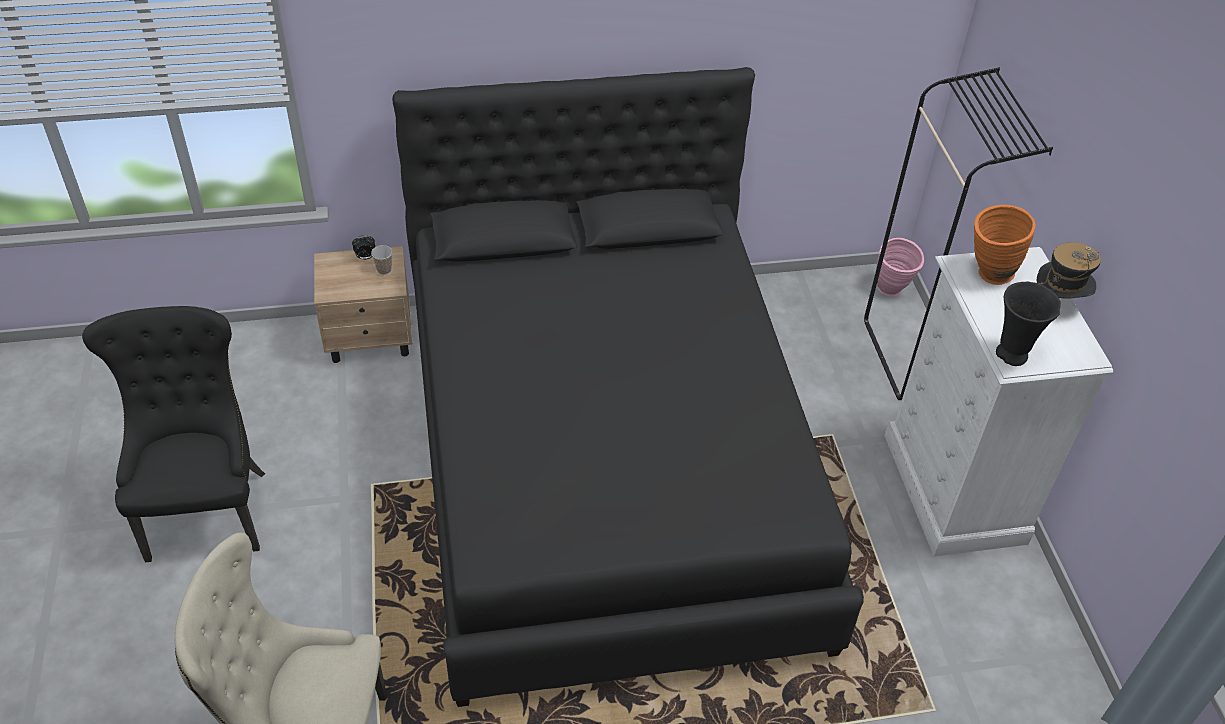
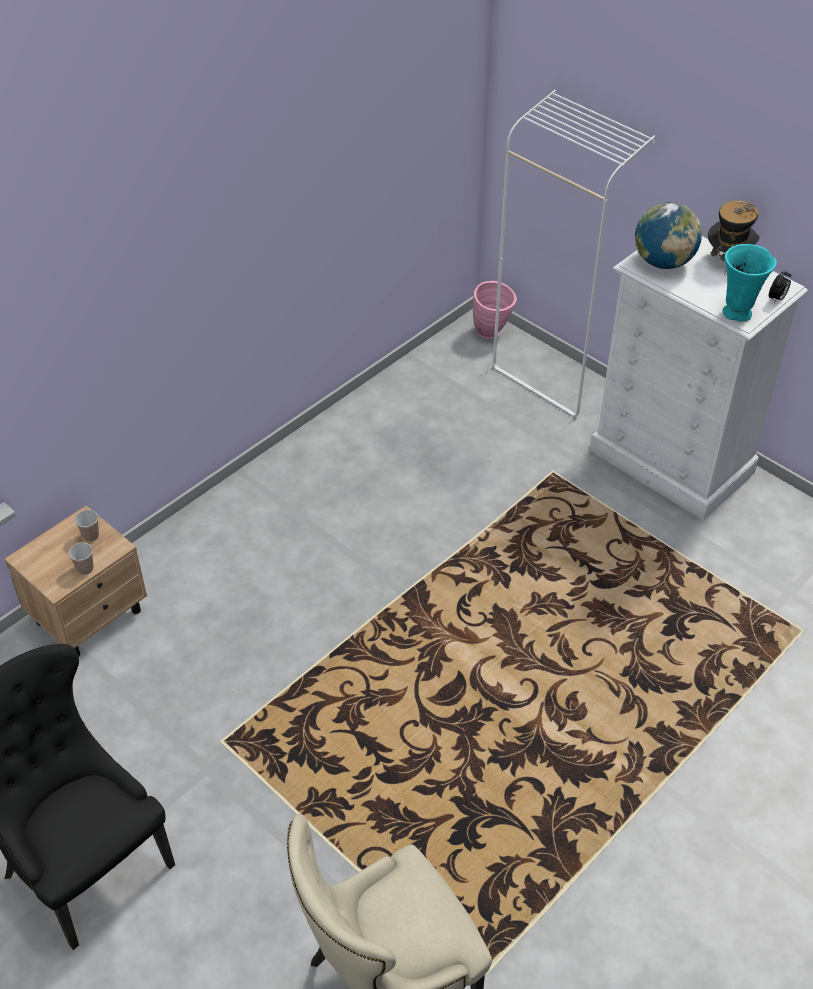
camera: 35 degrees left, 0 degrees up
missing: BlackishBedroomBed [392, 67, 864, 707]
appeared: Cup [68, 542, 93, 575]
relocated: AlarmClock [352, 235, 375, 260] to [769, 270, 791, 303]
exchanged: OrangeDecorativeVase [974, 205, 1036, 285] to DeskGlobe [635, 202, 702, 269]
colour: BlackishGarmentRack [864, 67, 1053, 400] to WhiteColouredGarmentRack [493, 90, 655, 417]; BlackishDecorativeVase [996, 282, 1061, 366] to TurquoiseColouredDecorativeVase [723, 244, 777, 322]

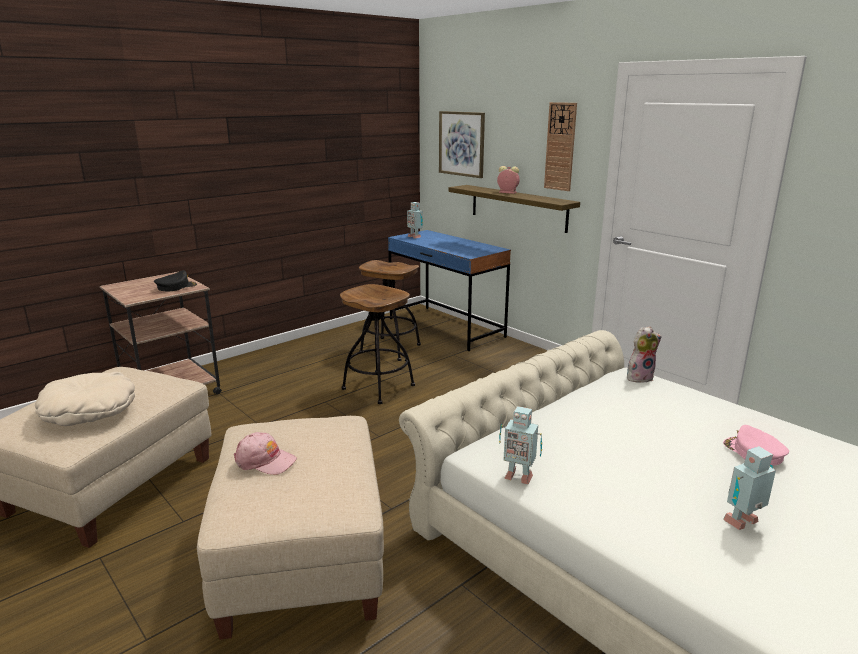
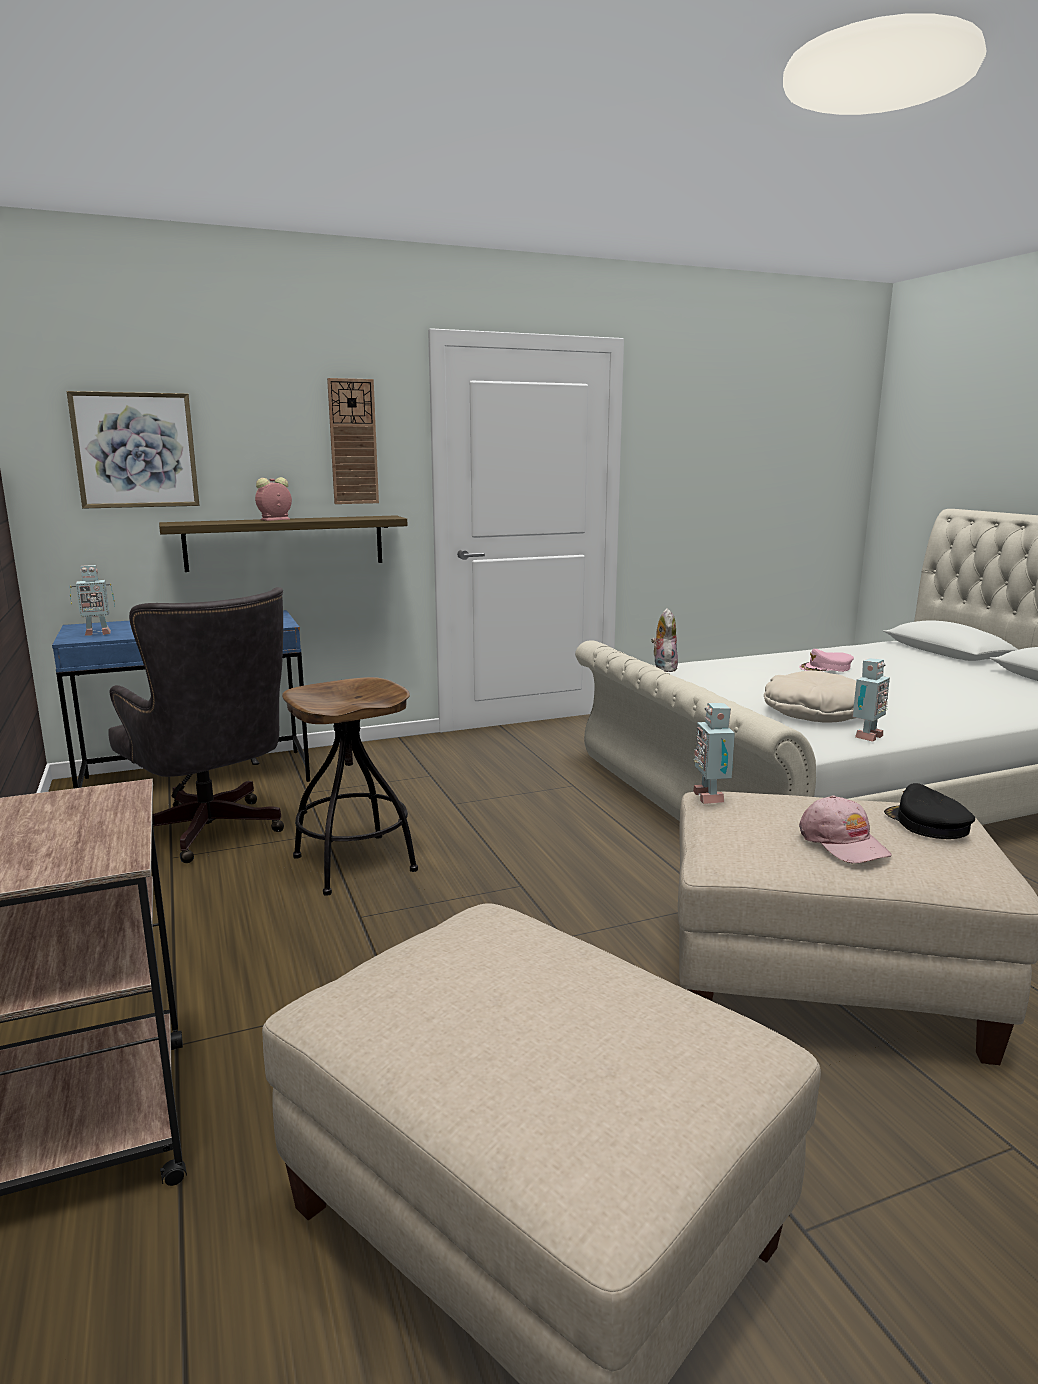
camera: 70 degrees left, 5 degrees down
relocated: SandColouredCushion [35, 372, 135, 426] to [764, 670, 856, 723]; BlackishCap [154, 270, 197, 291] to [884, 783, 975, 839]; RobotFigure [723, 446, 776, 530] to [693, 703, 735, 804]
exchanged: BrownColouredStoolSeat [359, 260, 421, 361] to GrayOfficeChair [108, 587, 284, 863]
spun: PinkColouredCap [234, 432, 297, 475] = [799, 795, 892, 864] 120 degrees clockwise

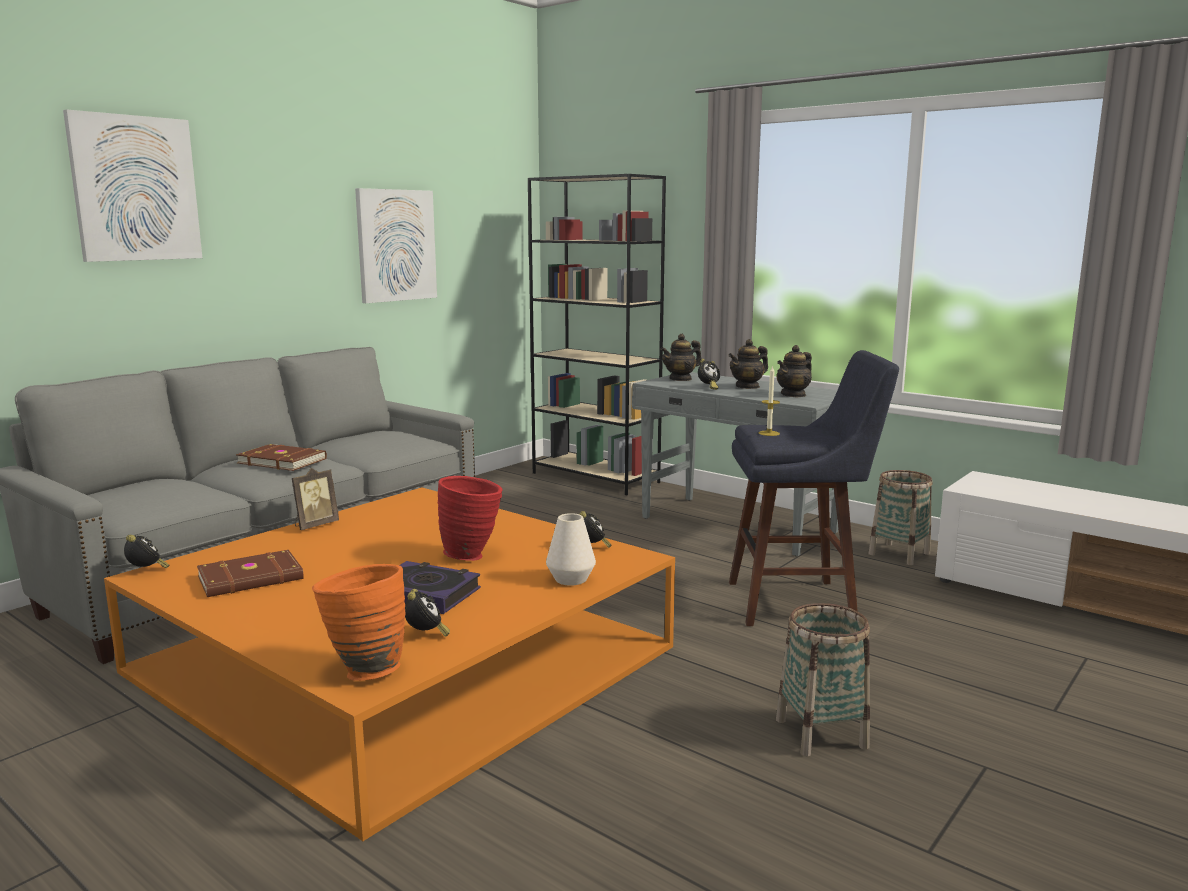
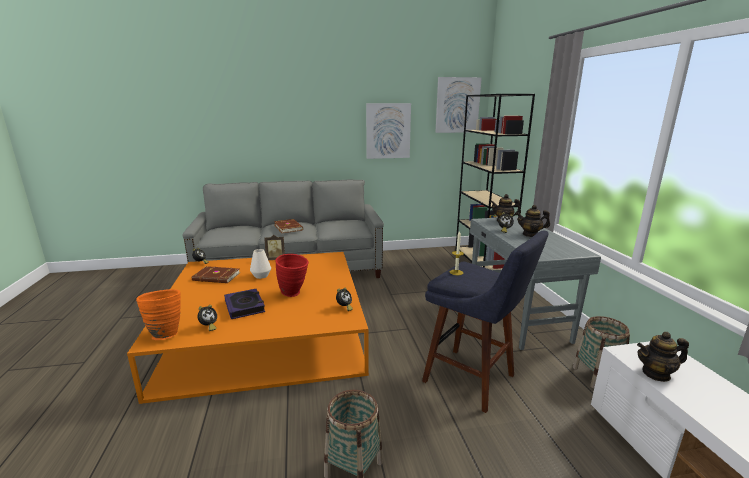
camera: 40 degrees right, 5 degrees up
relocated: WallArt [63, 109, 202, 262] to [435, 77, 482, 133]; WhiteColouredDecorativeVase [546, 513, 596, 586] to [250, 249, 271, 279]; Teapot [776, 345, 812, 397] to [637, 332, 689, 382]

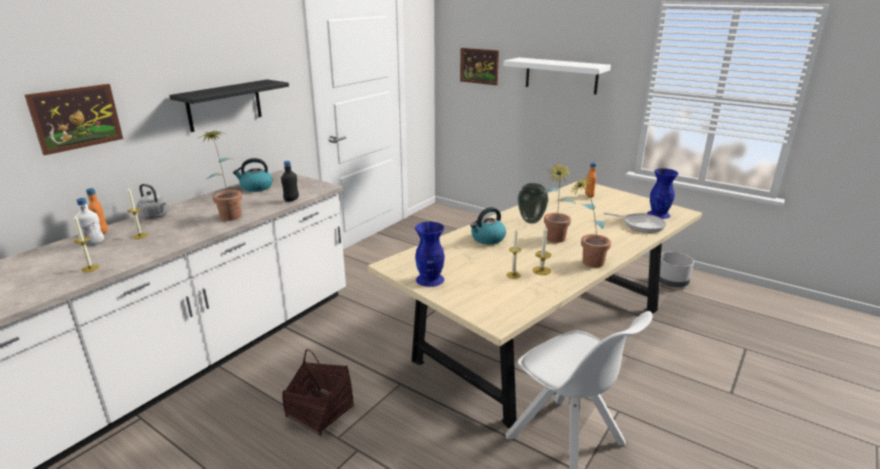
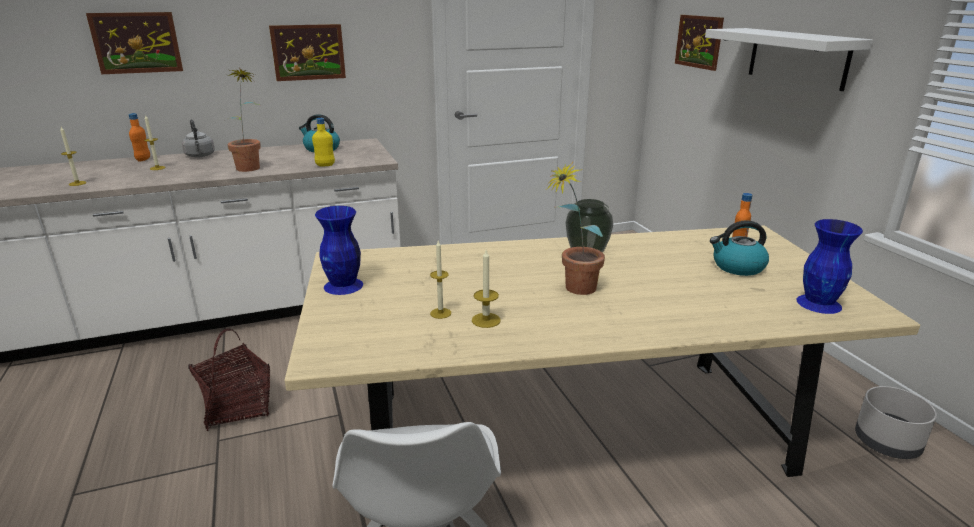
camera: 35 degrees right, 0 degrees up
missing: WhiteColouredBottle [76, 198, 104, 246]; Houseplant [570, 177, 611, 267]; Pan [603, 212, 666, 233]
relocated: TeaKettle [471, 207, 506, 244] to [710, 220, 769, 276]
exchanged: BlackishBracketShelf [169, 80, 289, 132] to WallArt [269, 24, 346, 81]
colour: BlackishBottle [281, 161, 299, 202] to YellowColouredBottle [312, 118, 335, 166]

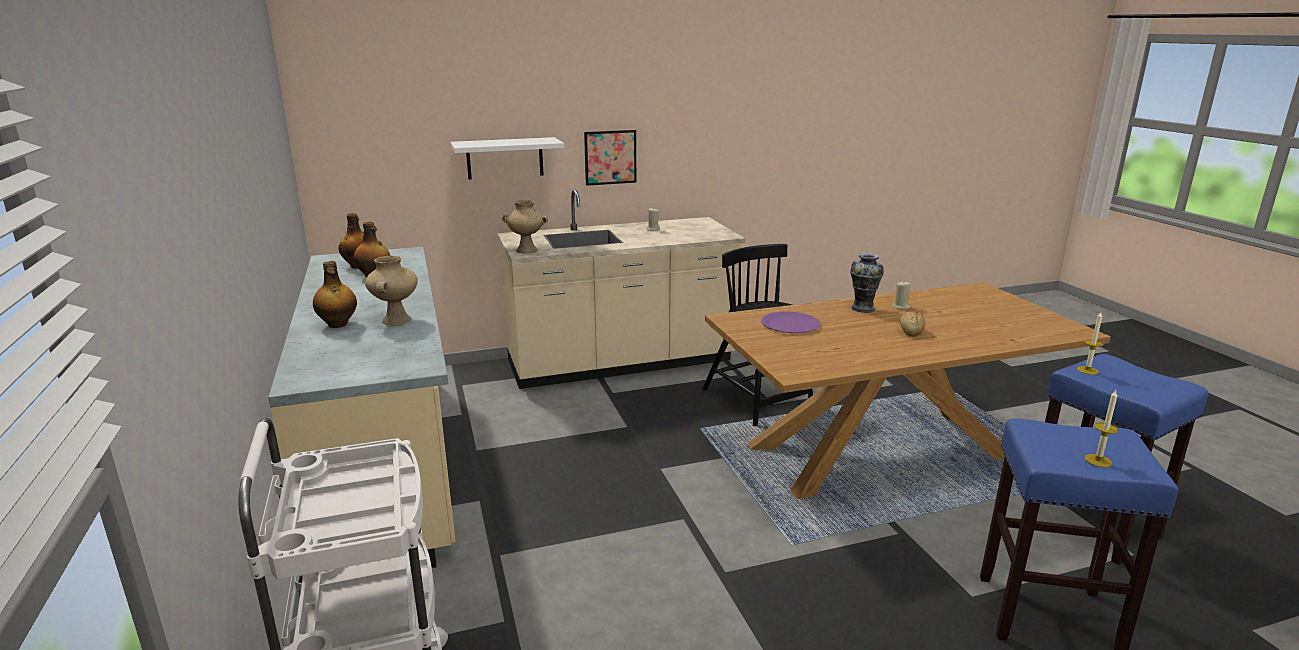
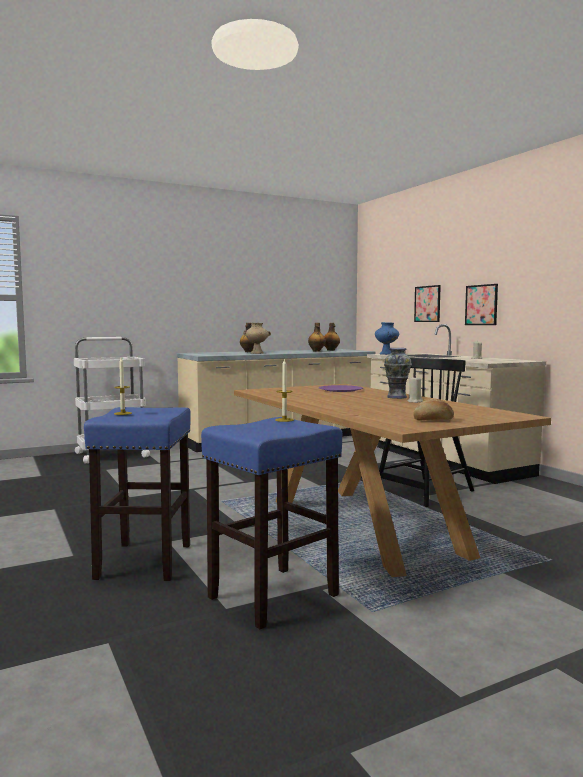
camera: 80 degrees right, 15 degrees down
relocated: BakedBread [900, 311, 925, 337] to [413, 399, 454, 420]
exchanged: WhiteColouredBracketShelf [451, 137, 564, 180] to WallArt [414, 285, 441, 322]
colour: SandColouredDecorativeVase [502, 200, 548, 254] to BlueColouredDecorativeVase [375, 322, 399, 355]

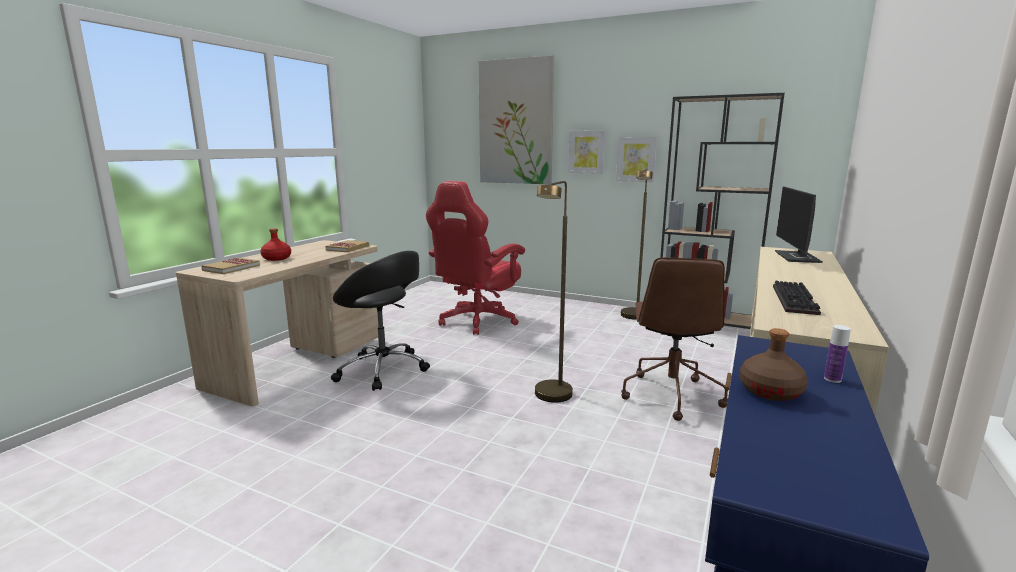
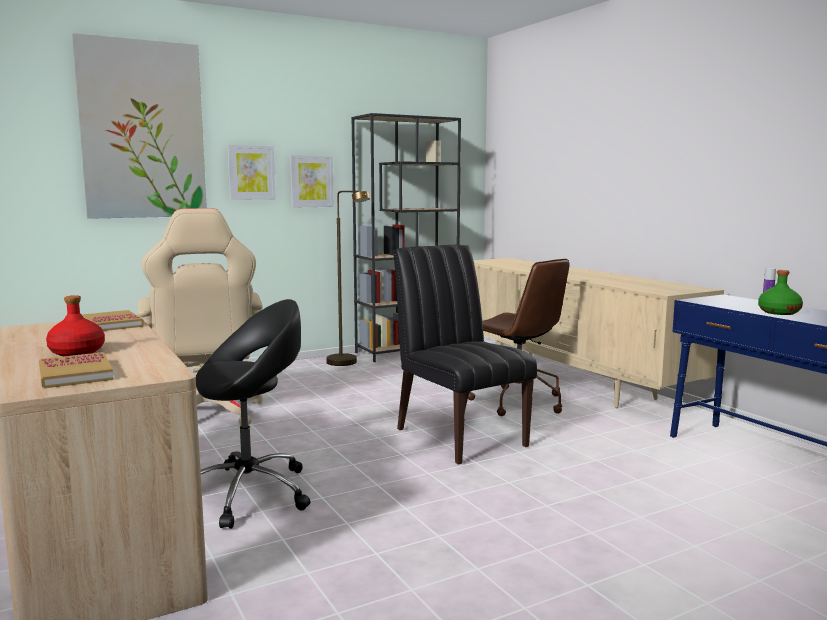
camera: 55 degrees left, 5 degrees down
missing: Keyboard [773, 281, 821, 315]; ComputerScreen [775, 186, 823, 263]
exchanged: BrownColouredFloorLamp [535, 181, 573, 403] to BlackishPlainChair [393, 245, 537, 465]
colour: RedColouredOfficeChair [426, 181, 525, 335] to SandColouredOfficeChair [137, 208, 263, 426]; BrownColouredBottle [740, 328, 808, 401] to GreenColouredBottle [758, 270, 803, 315]

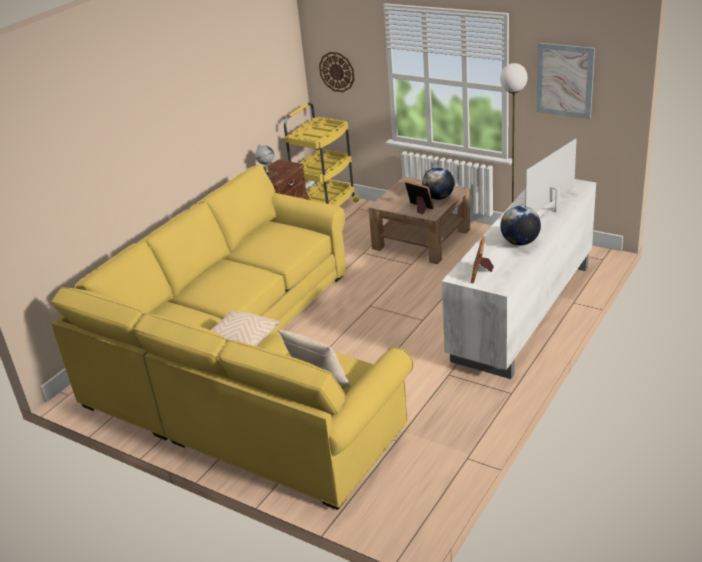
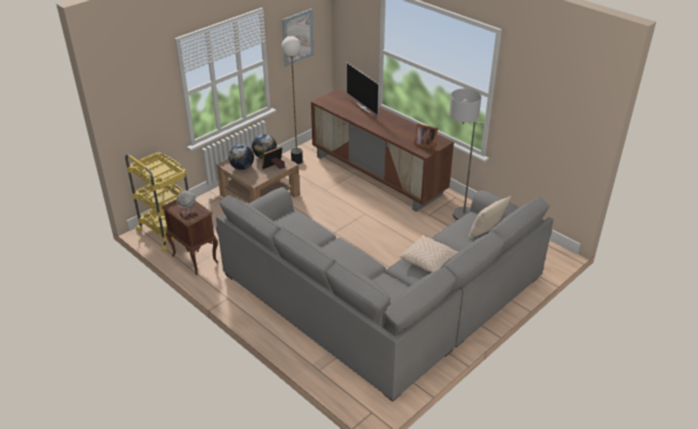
camera: 80 degrees left, 5 degrees up
missing: WallClock [319, 52, 355, 92]
appeared: GrayFloorLamp [449, 89, 486, 220]
relocated: DeskGlobe [500, 206, 541, 245] to [228, 144, 254, 170]
colour: YellowColouredCouch [51, 164, 413, 510] to GrayCouch [216, 187, 554, 402]; WhiteColouredTvStand [442, 179, 596, 379] to BrownColouredTvStand [311, 88, 454, 212]

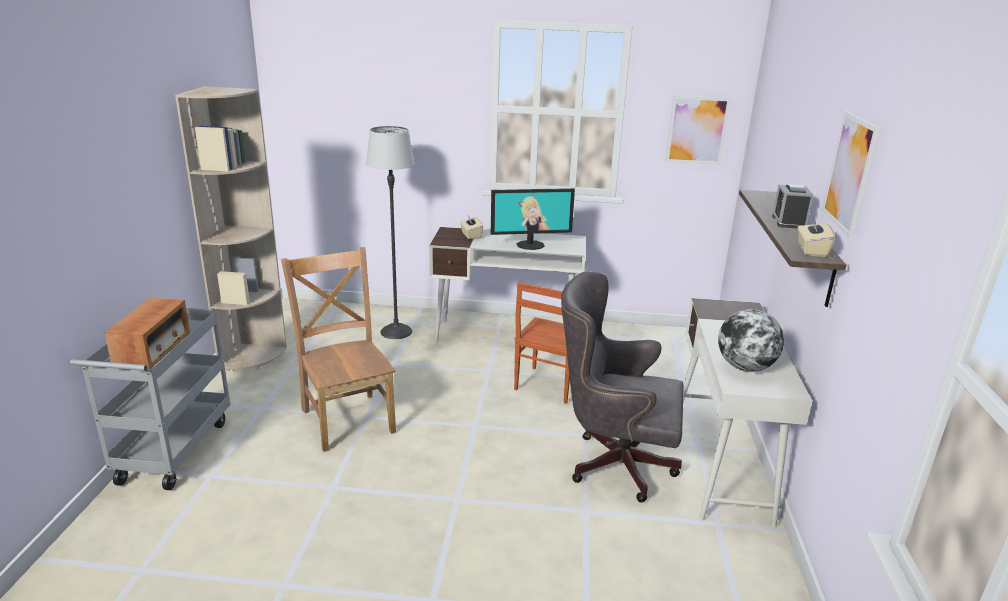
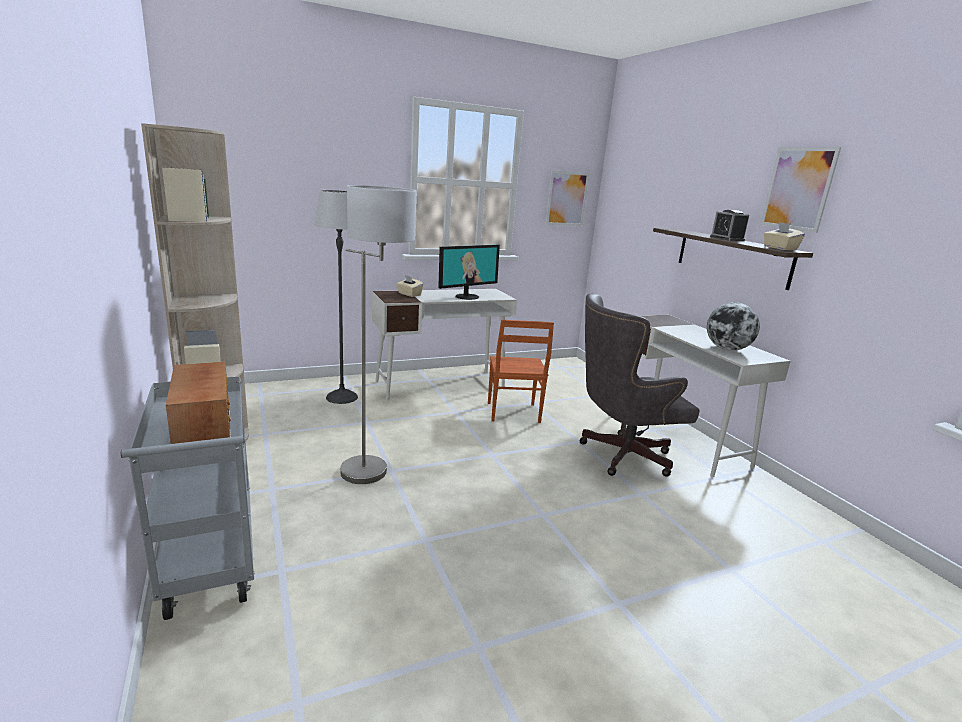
camera: 30 degrees left, 5 degrees down
exchanged: BrownColouredPlainChair [281, 247, 396, 452] to GrayFloorLamp [340, 185, 416, 484]

